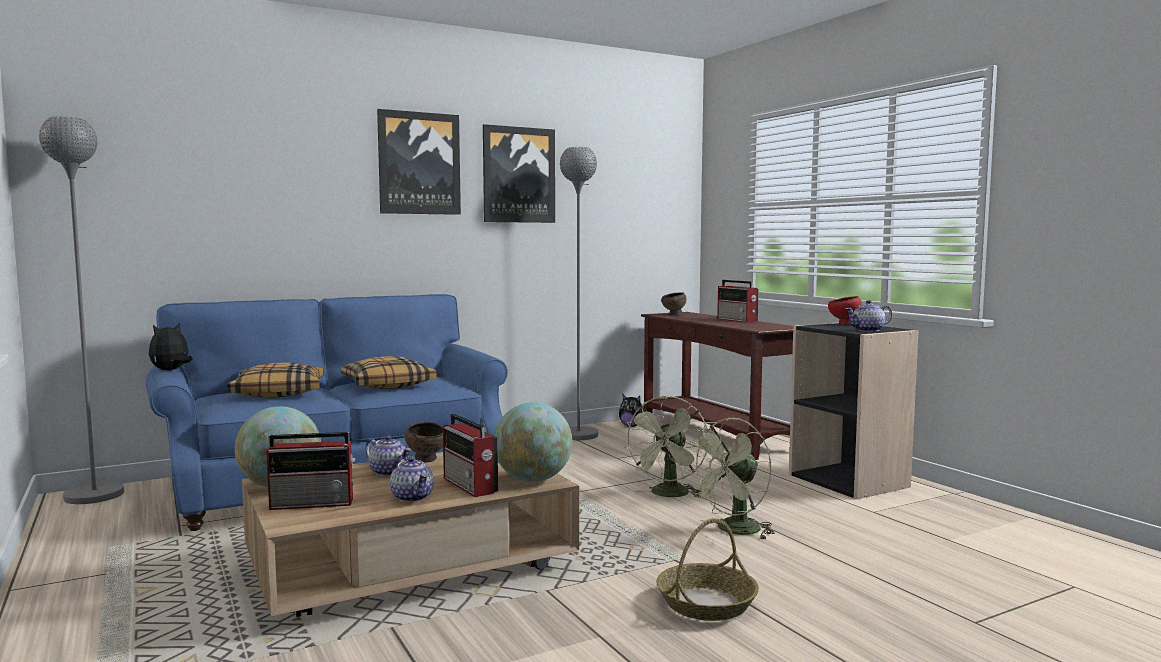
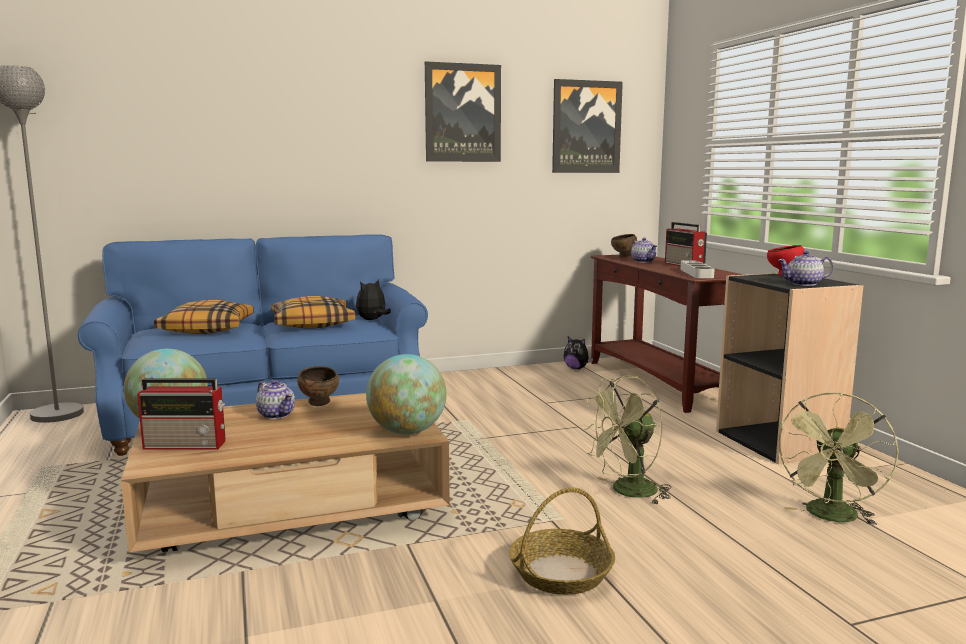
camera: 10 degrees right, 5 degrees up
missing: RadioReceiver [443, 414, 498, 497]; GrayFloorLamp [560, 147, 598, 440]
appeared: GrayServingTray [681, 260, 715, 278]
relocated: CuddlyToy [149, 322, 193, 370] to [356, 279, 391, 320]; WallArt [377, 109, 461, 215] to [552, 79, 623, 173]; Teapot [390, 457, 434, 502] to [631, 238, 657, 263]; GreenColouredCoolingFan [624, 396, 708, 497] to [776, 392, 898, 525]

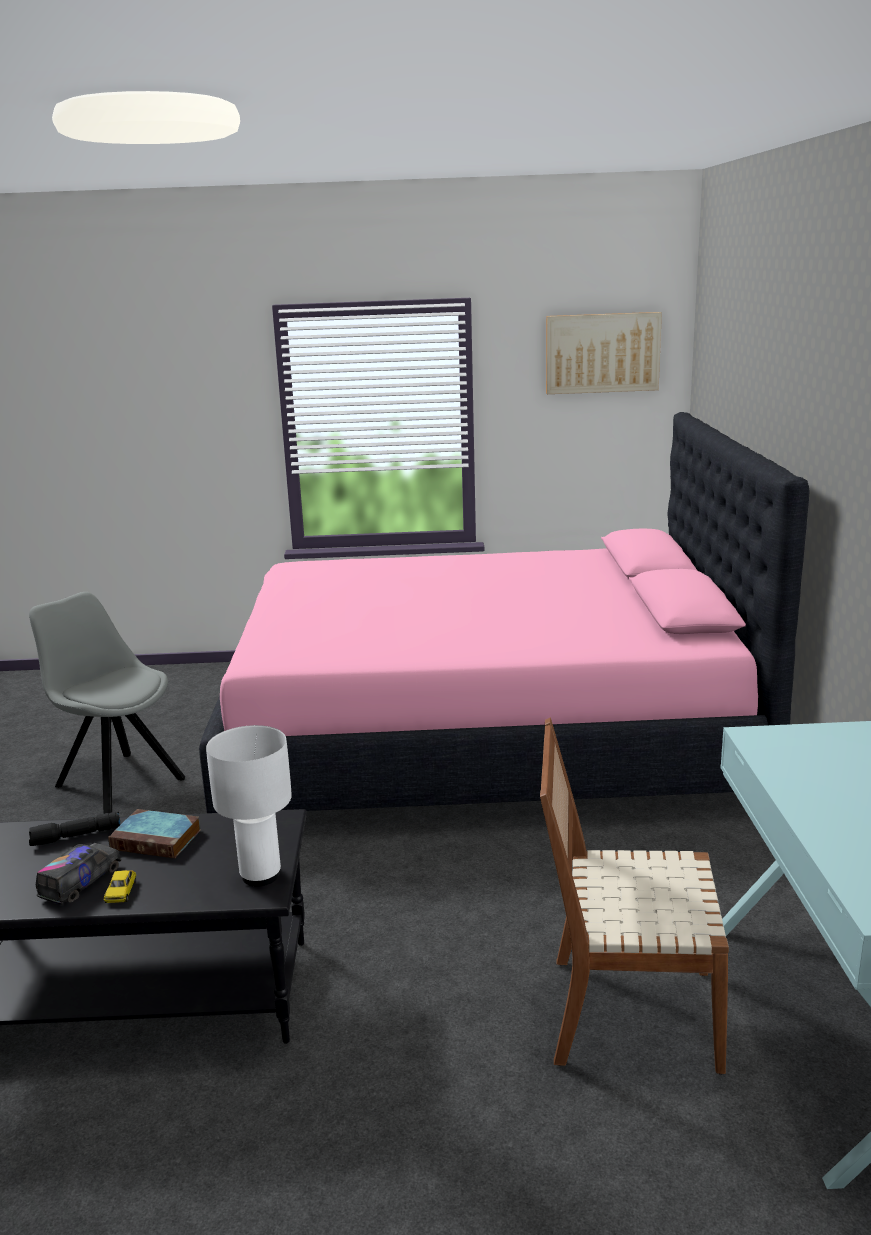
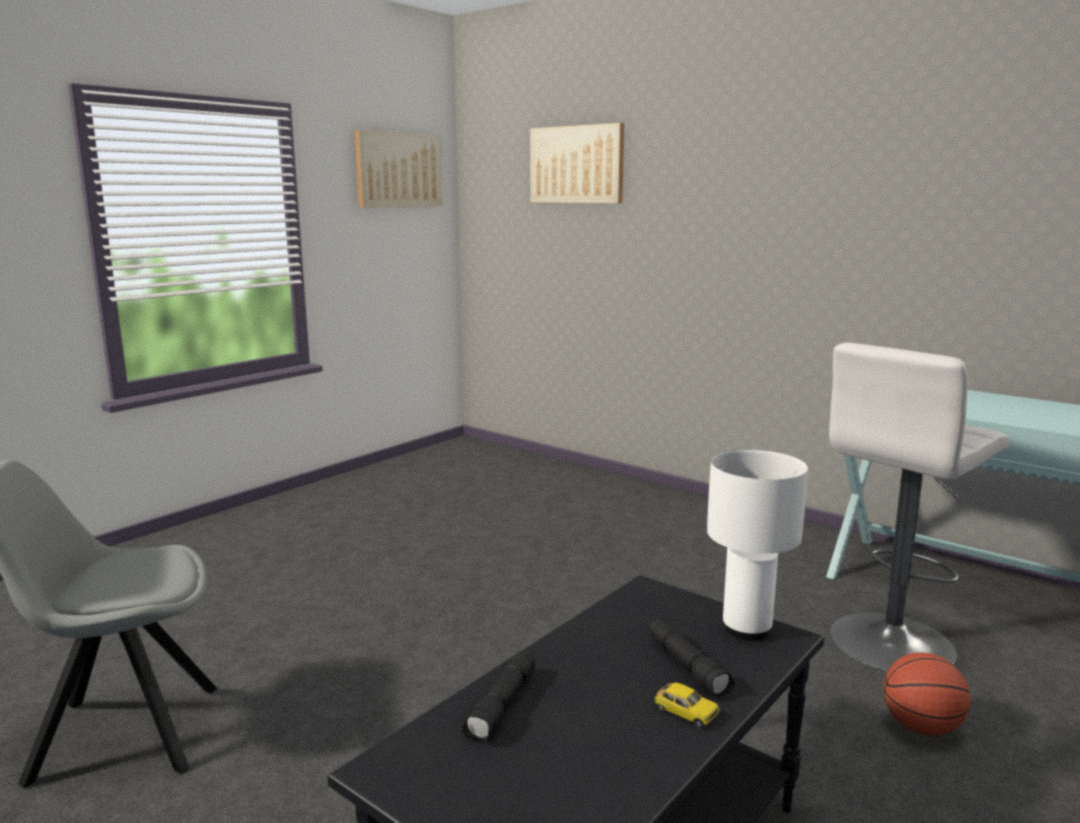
camera: 50 degrees left, 5 degrees down
missing: ModelTruck [36, 843, 121, 905]; Book [108, 809, 201, 858]; PinkColouredBedroomBed [199, 412, 810, 813]
appeared: WallArt [530, 123, 624, 203]; BlackishFlashlight [649, 619, 735, 697]; BallForBasketball [883, 652, 970, 736]
exchanged: PlainChair [540, 718, 729, 1075] to WhiteColouredStoolSeat [829, 343, 1009, 671]

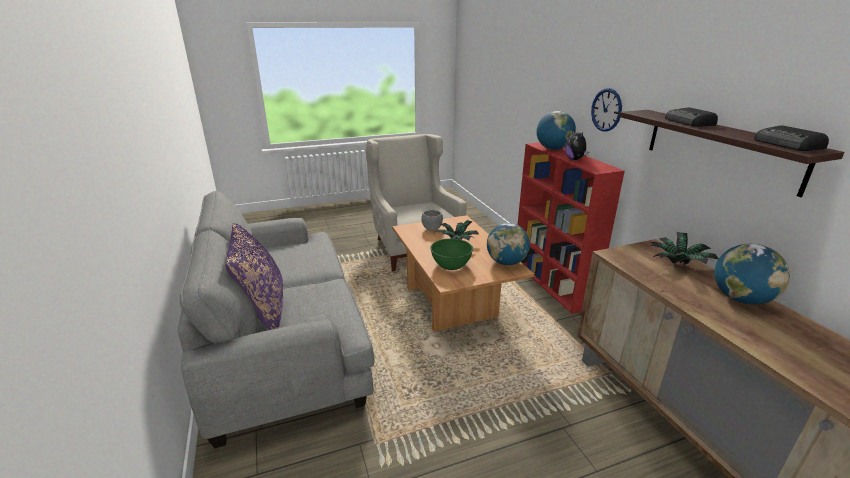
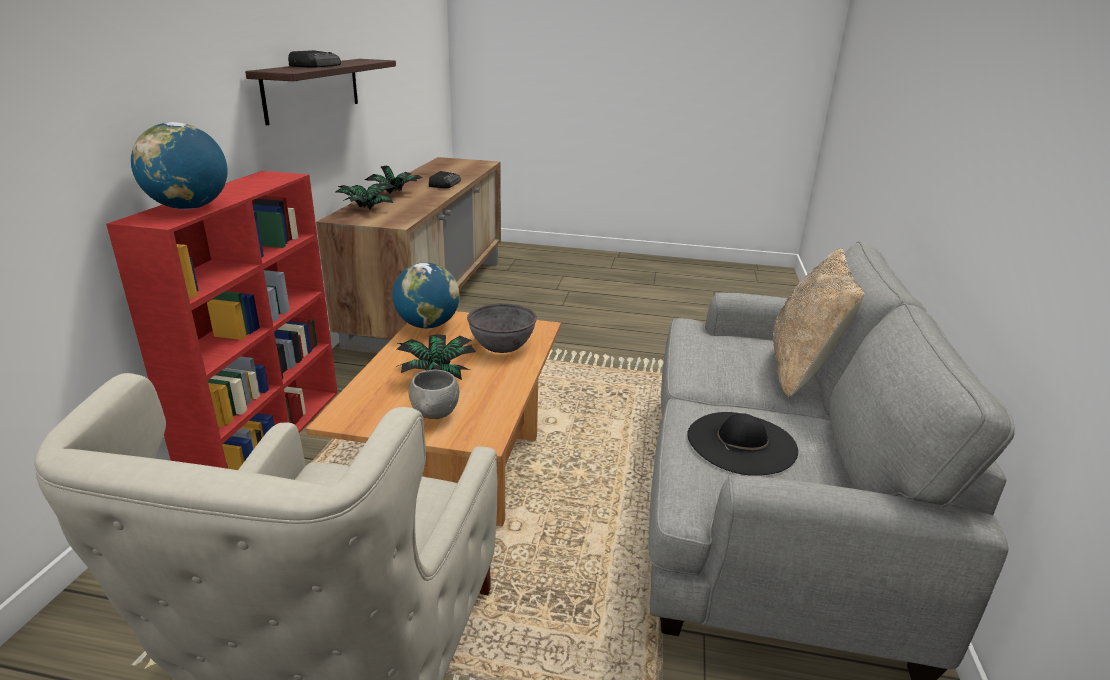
camera: 150 degrees left, 0 degrees up
missing: CuddlyToy [565, 129, 589, 160]; WallClock [591, 88, 622, 131]
appeared: BlackishHat [687, 412, 798, 476]
relocated: RadioReceiver [754, 125, 829, 151] to [429, 171, 461, 188]
exchanged: DeskGlobe [714, 244, 790, 305] to Houseplant [365, 166, 423, 194]
colour: PurplishCushion [226, 223, 283, 330] to SandColouredCushion [773, 248, 865, 397]; GreenColouredBowl [430, 239, 473, 270] to GrayBowl [467, 303, 537, 353]

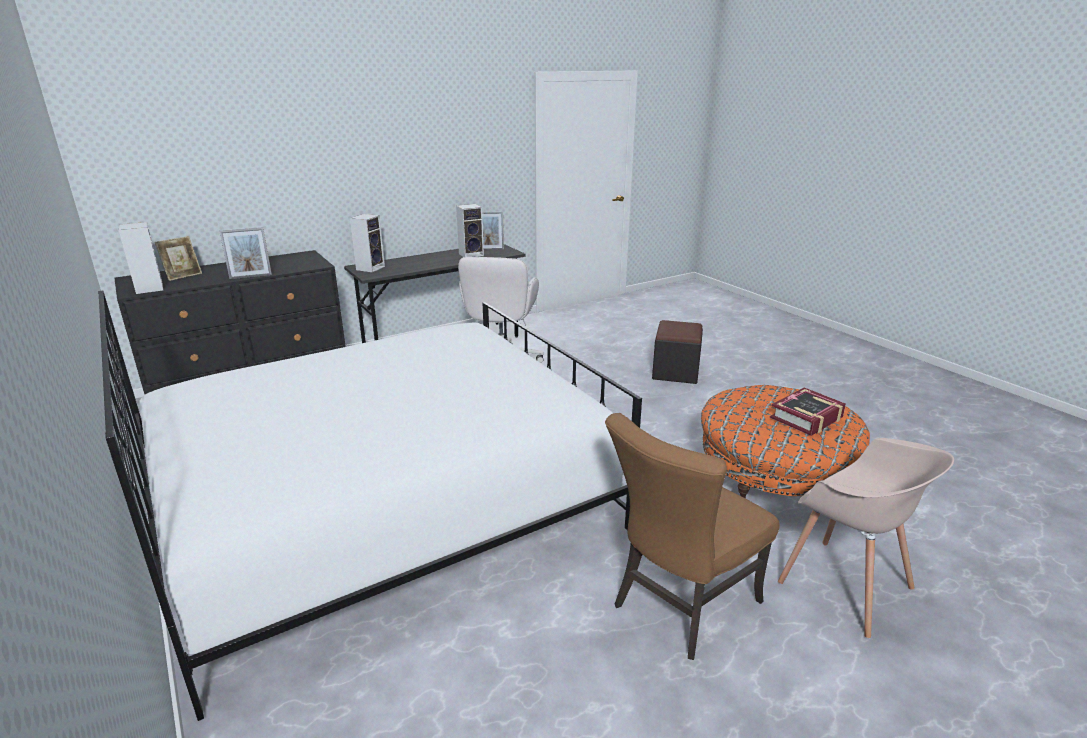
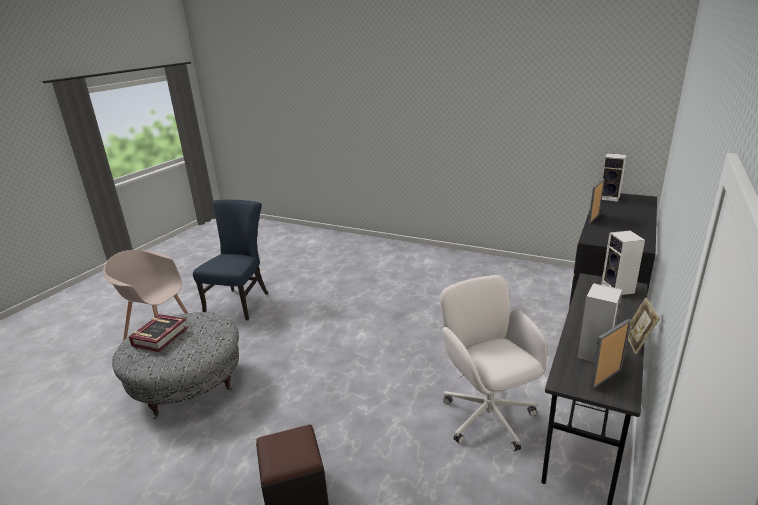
camera: 150 degrees right, 0 degrees up
missing: WhiteColouredBedroomBed [98, 290, 642, 721]
relocated: StandingFrame [155, 236, 202, 281] to [627, 297, 660, 354]
colour: BrownColouredPlainChair [605, 413, 780, 660] to BlueColouredPlainChair [193, 200, 268, 320]; OrangeFootrest [701, 385, 870, 499] to GrayFootrest [112, 312, 239, 419]

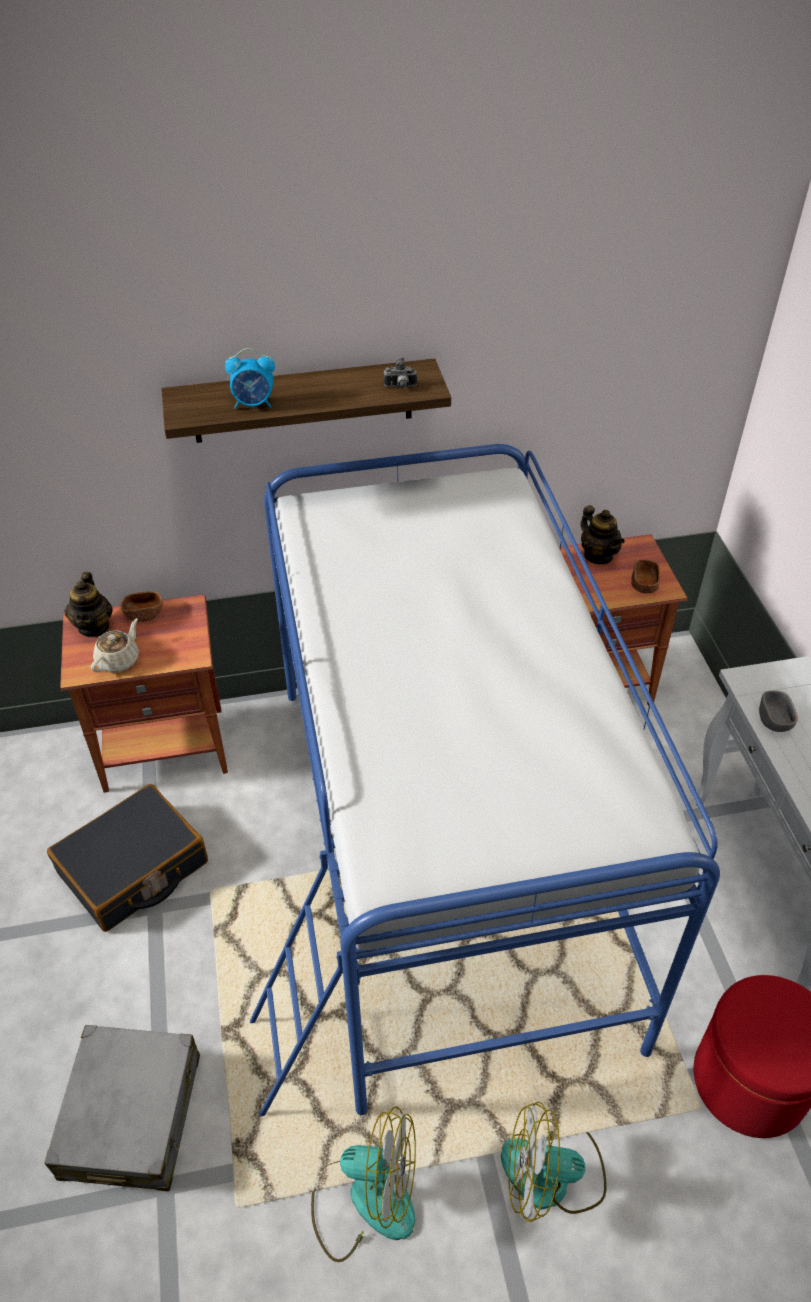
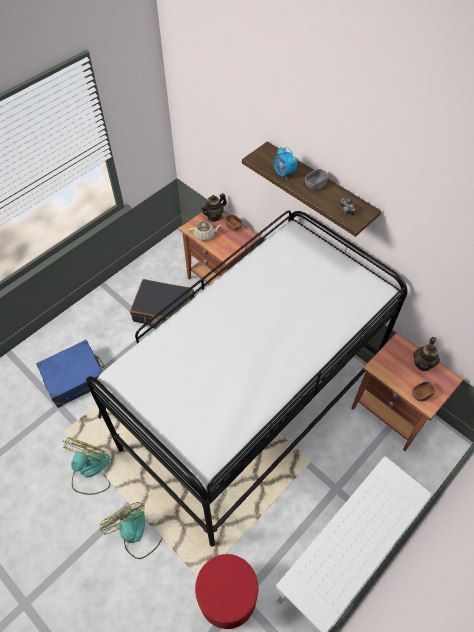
camera: 55 degrees right, 10 degrees up
relocated: GrayBowl [759, 690, 798, 732] to [305, 169, 329, 190]
colour: GrayPieceOfLuggage [45, 1025, 200, 1191] to BlueColouredPieceOfLuggage [36, 340, 105, 408]; BlueColouredBedroomBed [250, 444, 720, 1116] to BlackishBedroomBed [86, 210, 407, 547]
spun: CoolingFan [311, 1106, 416, 1262] = [63, 437, 111, 495] 135 degrees counterclockwise

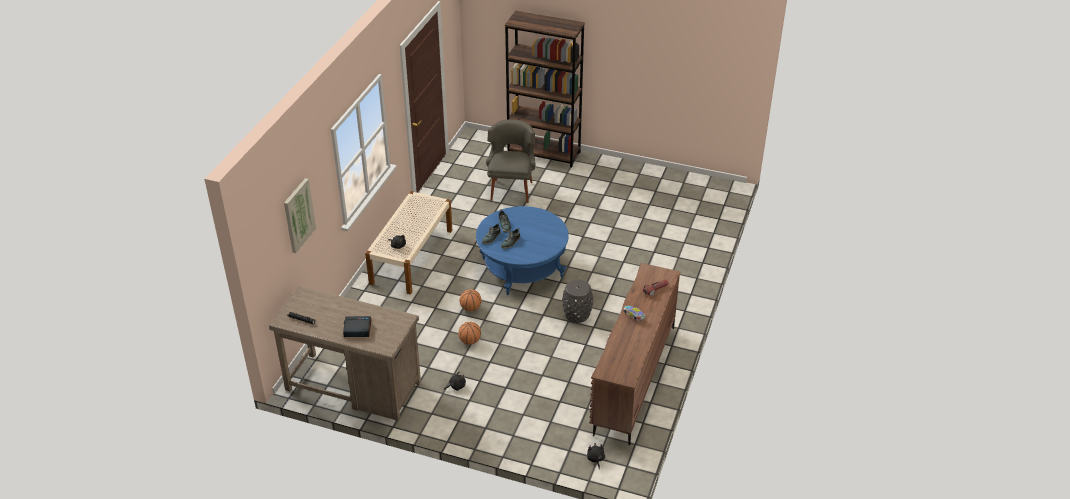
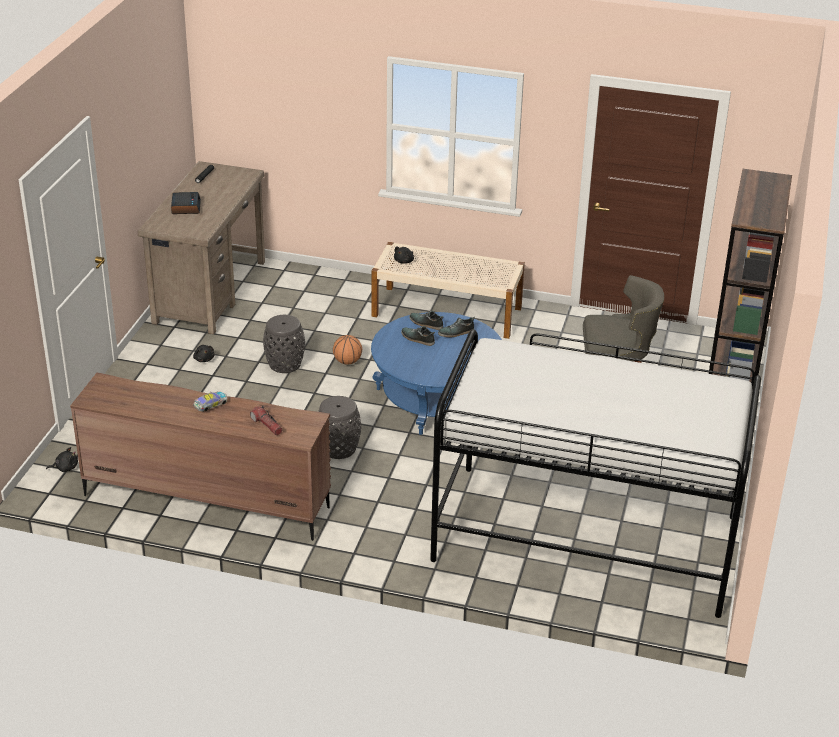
camera: 85 degrees right, 5 degrees down
missing: WallArt [284, 178, 316, 253]
appeared: BlackishBedroomBed [430, 329, 761, 618]
exchanged: BallForBasketball [458, 322, 481, 345] to GrayStoolSeat [263, 315, 305, 373]

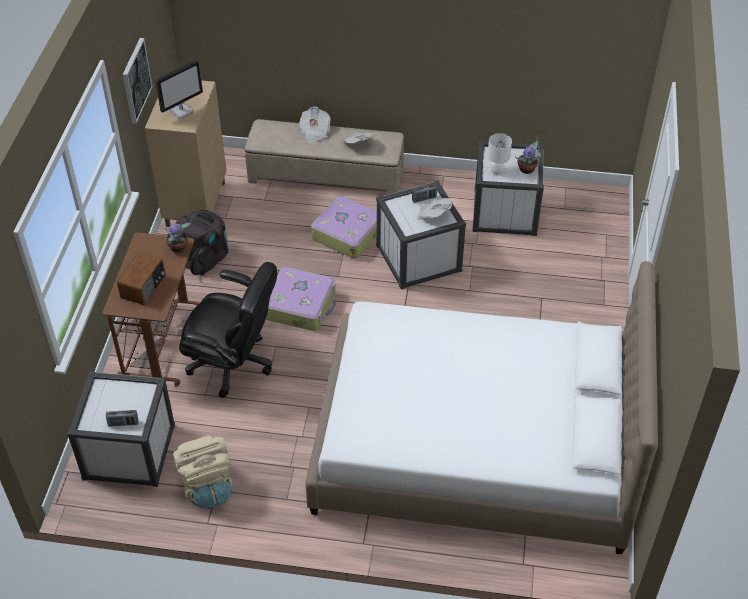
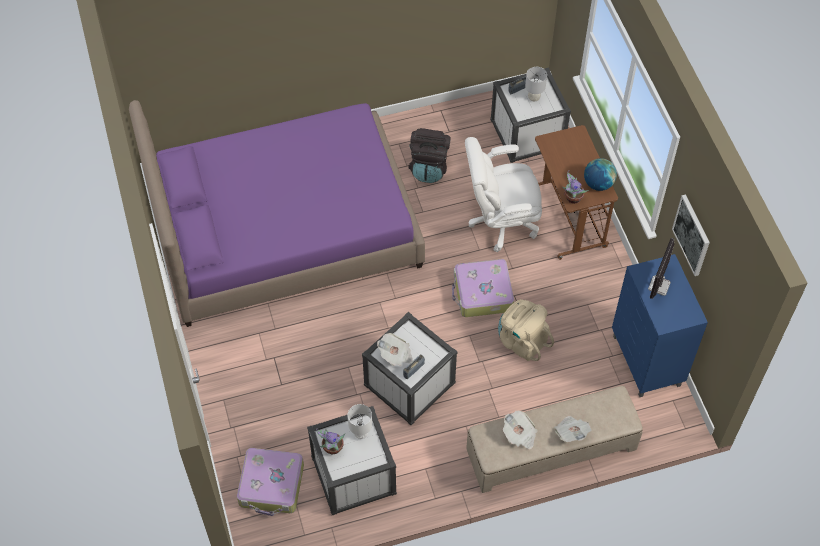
camera: 155 degrees right, 10 degrees up
missing: RadioReceiver [117, 252, 165, 305]
appeared: GrayTableLamp [525, 67, 547, 101]; DeskGlobe [584, 158, 617, 191]
relocated: SandColouredKnapsack [173, 435, 233, 509] to [498, 299, 554, 361]; BlackishKnapsack [176, 210, 228, 276] to [409, 128, 451, 183]; PieceOfLuggage [311, 196, 377, 259] to [237, 448, 304, 516]
colour: SandColouredDrawerChest [145, 80, 226, 227] to BlueColouredDrawerChest [612, 254, 708, 397]; BlackishOfficeChair [179, 262, 277, 398] to WhiteColouredOfficeChair [465, 137, 542, 252]; WhiteColouredBedroomBed [305, 261, 658, 555] to PurplishBedroomBed [129, 100, 425, 327]

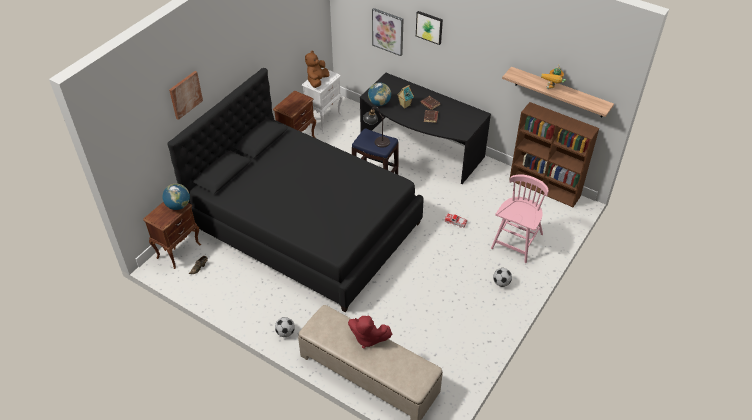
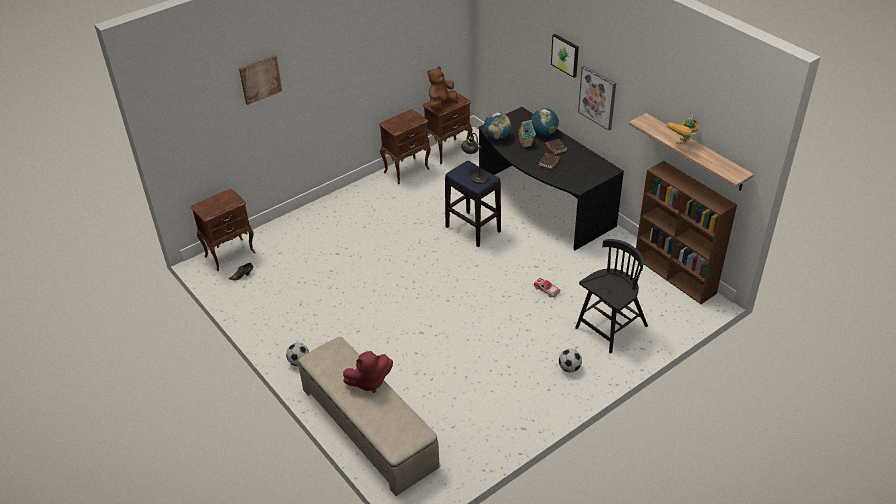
camera: 20 degrees right, 5 degrees down
missing: BlackishBedroomBed [168, 68, 424, 312]
relocated: DeskGlobe [162, 184, 190, 210] to [531, 108, 559, 136]; WallArt [372, 8, 404, 56] to [578, 66, 616, 131]
colour: WhiteColouredNightstand [302, 68, 343, 131] to BrownColouredNightstand [423, 92, 473, 164]; PinkColouredPlainChair [491, 174, 549, 263] to BlackishPlainChair [575, 239, 648, 353]
spun: RedColouredCuddlyToy [348, 316, 392, 349] = [343, 351, 393, 393] 60 degrees counterclockwise

